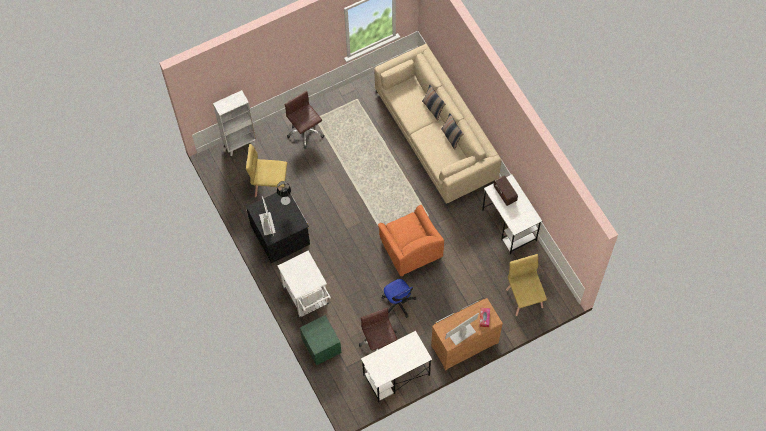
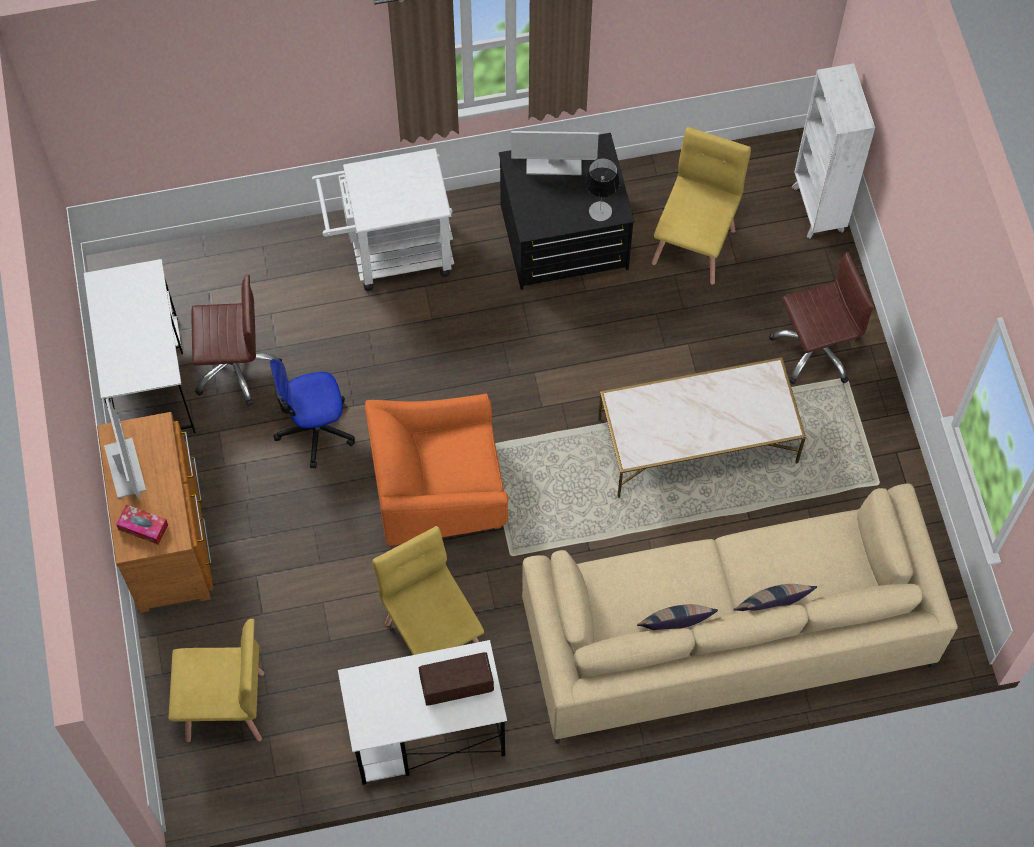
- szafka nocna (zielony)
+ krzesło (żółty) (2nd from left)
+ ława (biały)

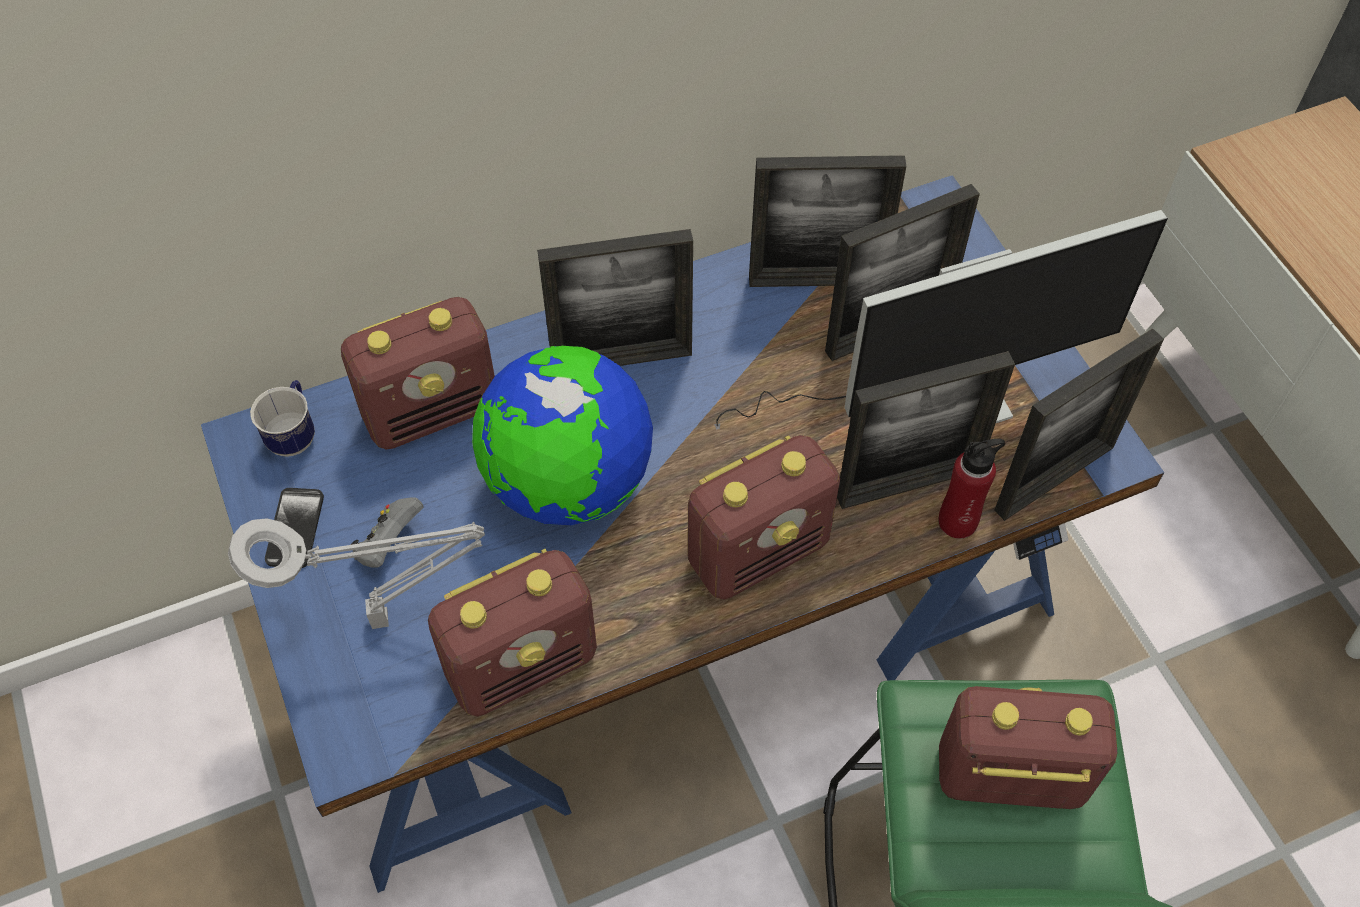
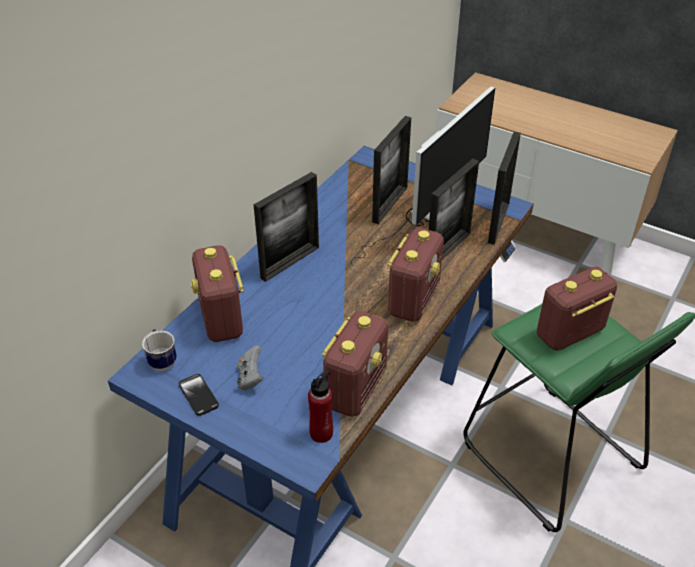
- lampa stołowa (szary)
- globus
- ramka na zdjęcie (2nd from left)
~ butelka (czerwony)
~ radio (1st from left) 135 degrees clockwise

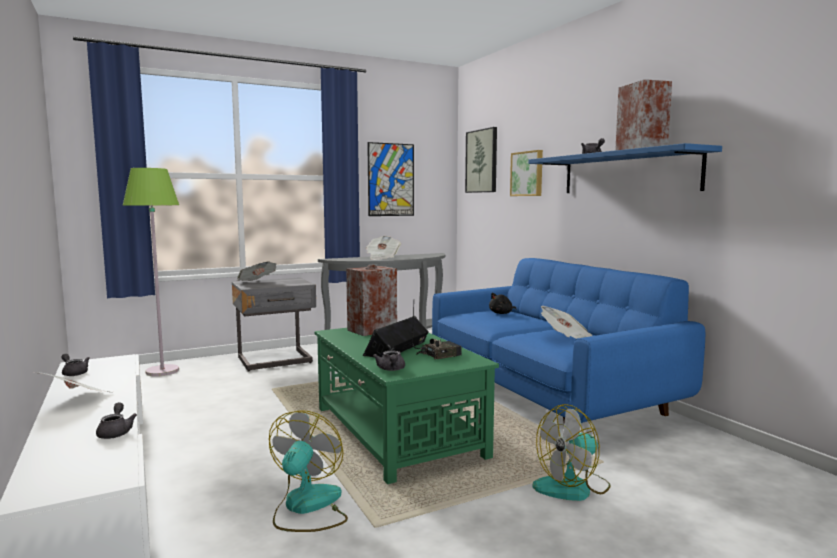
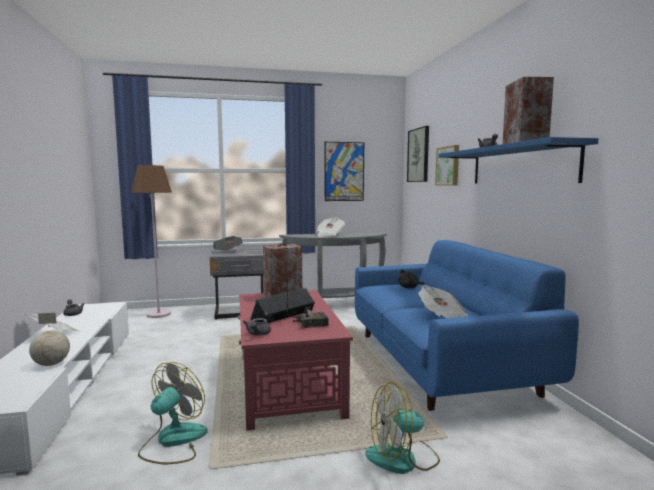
~ imbryk (szary) (2nd from left) to globus
~ lampa stojąca (zielony) to lampa stojąca (brązowy)
~ ława (zielony) to ława (czerwony)

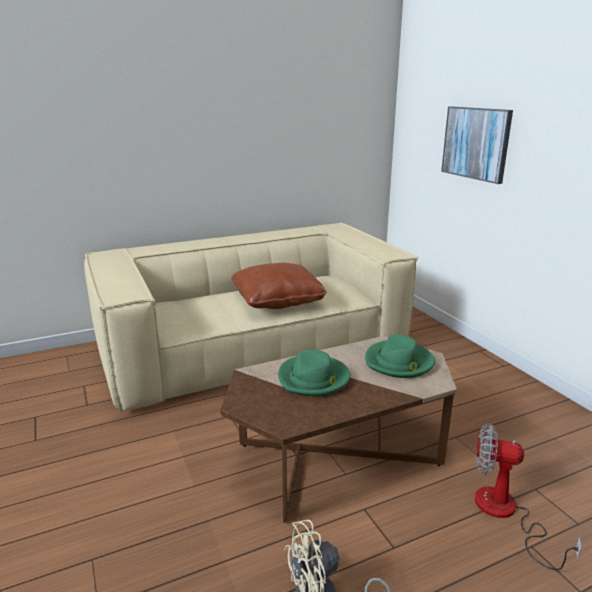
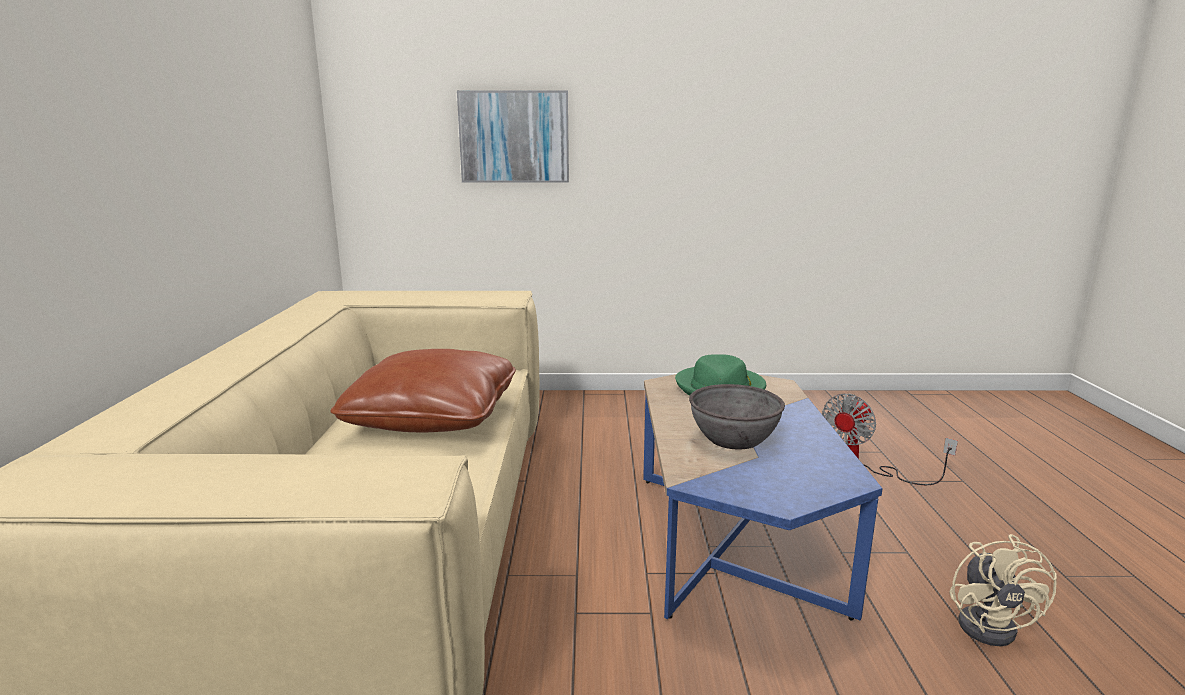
~ kapelusz (zielony) (1st from left) to miska (szary)
~ ława (brązowy) to ława (niebieski)

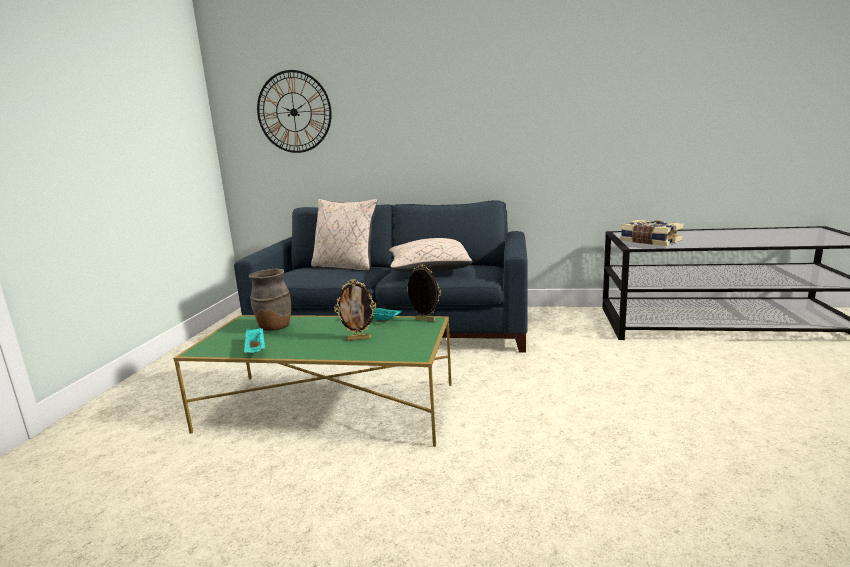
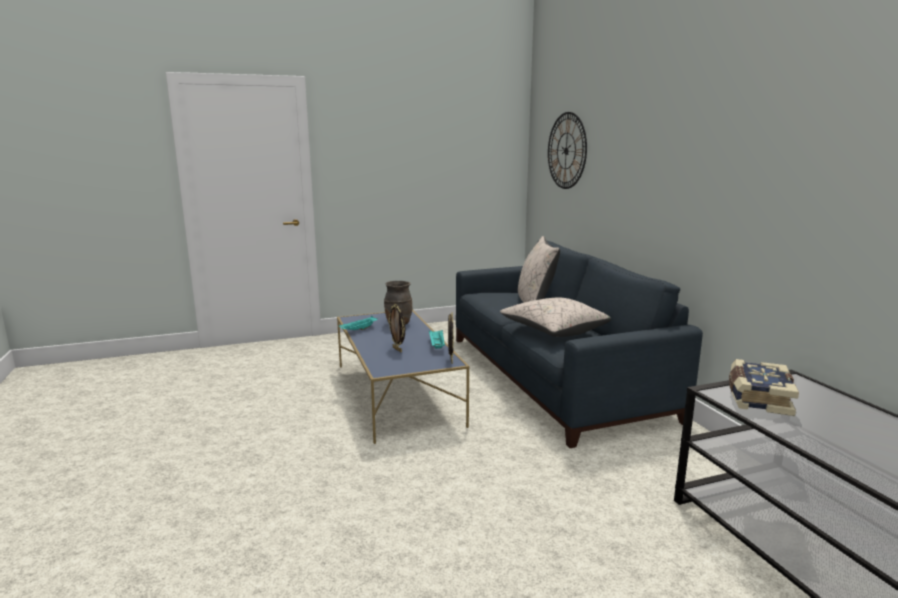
~ ława (zielony) to ława (niebieski)

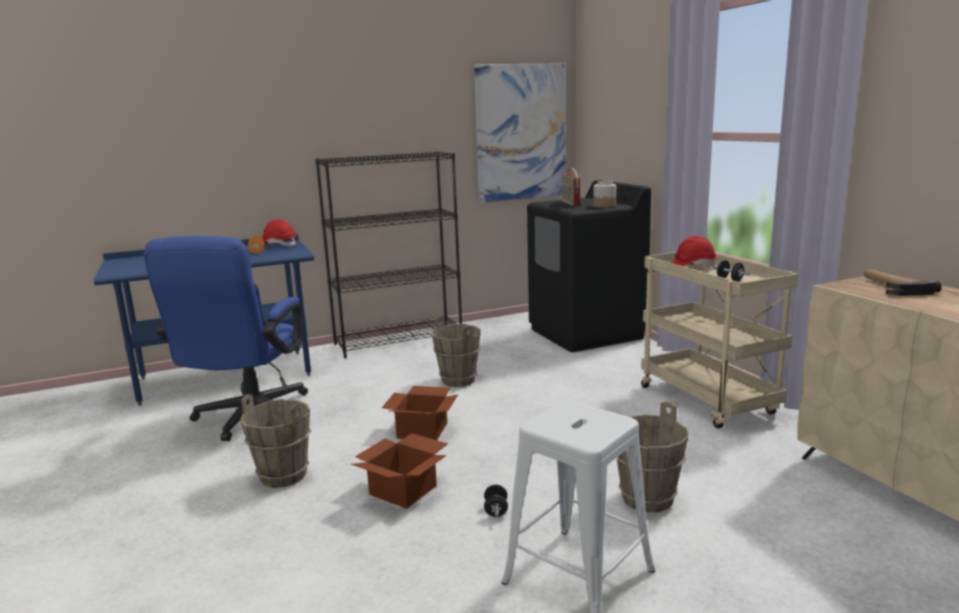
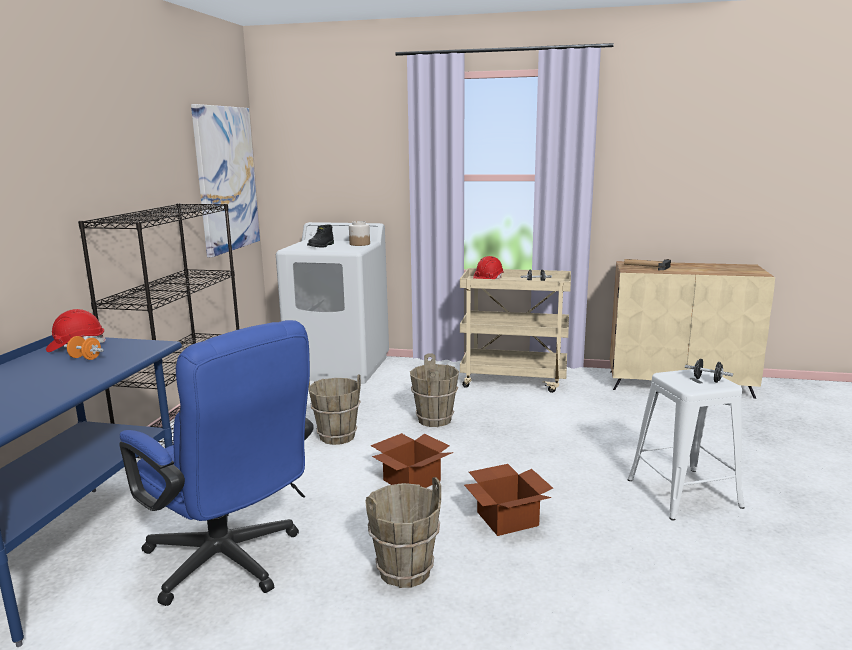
~ hantel (czarny) (1st from left in the first image) to hantel (czarny) (2nd from left)
~ wiadro (brązowy) (3rd from left)
~ radio to but z cholewką (czarny)
~ pralka (czarny) to pralka (biały)

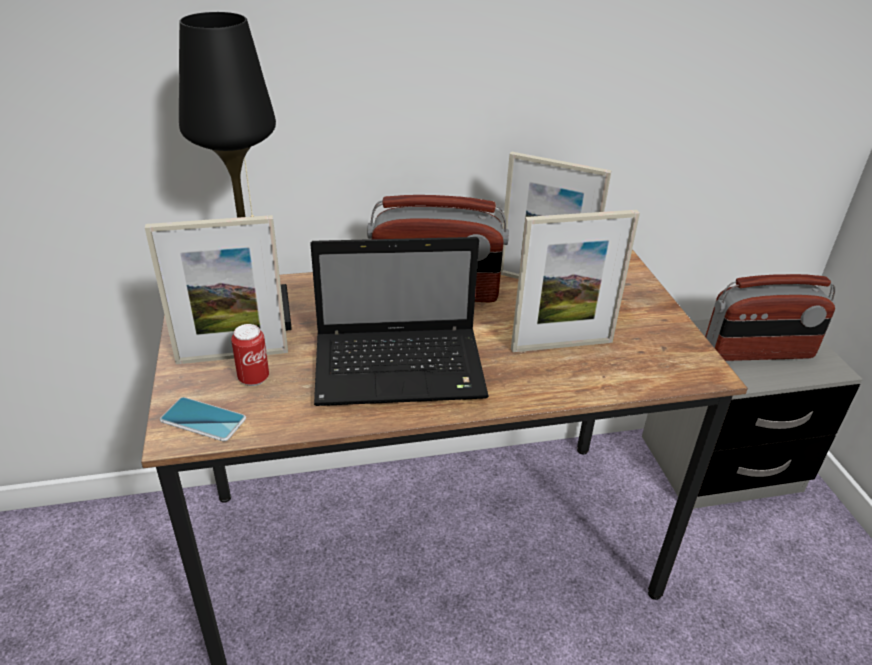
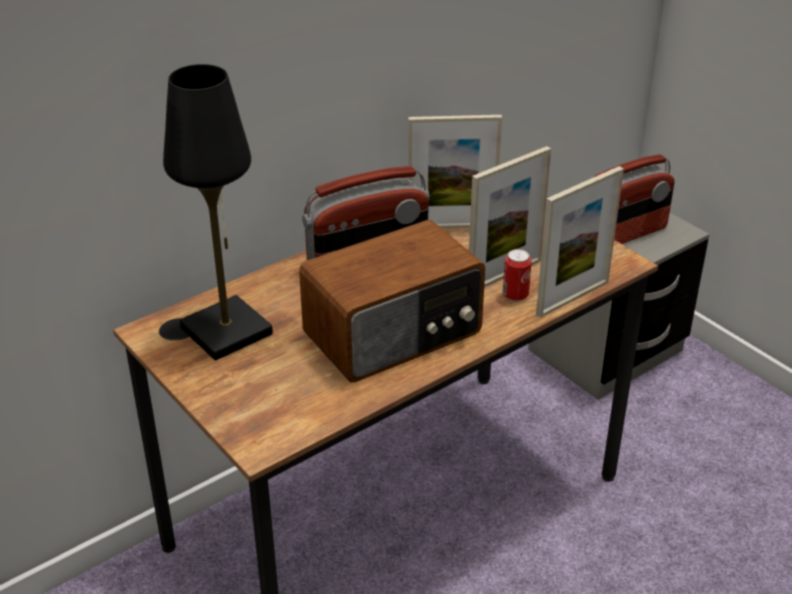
- telefon
~ ramka na zdjęcie (1st from left in the first image) to ramka na zdjęcie (3rd from left)
~ puszka
~ laptop to radio (2nd from left)

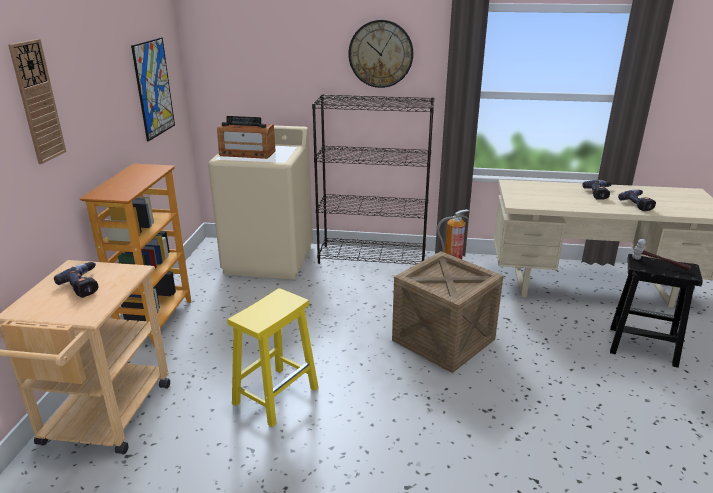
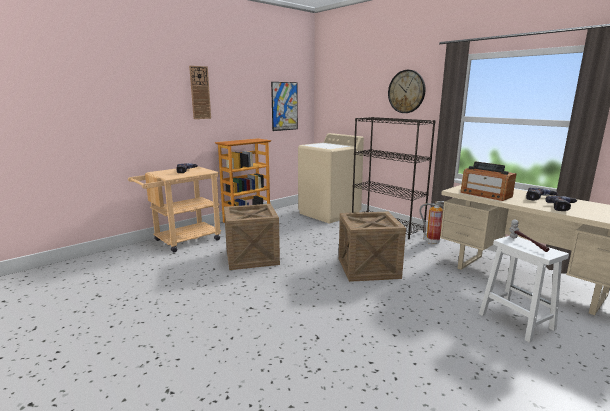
~ radio
~ stołek (żółty) to skrzynka (1st from left)
~ stołek (czarny) to stołek (biały)

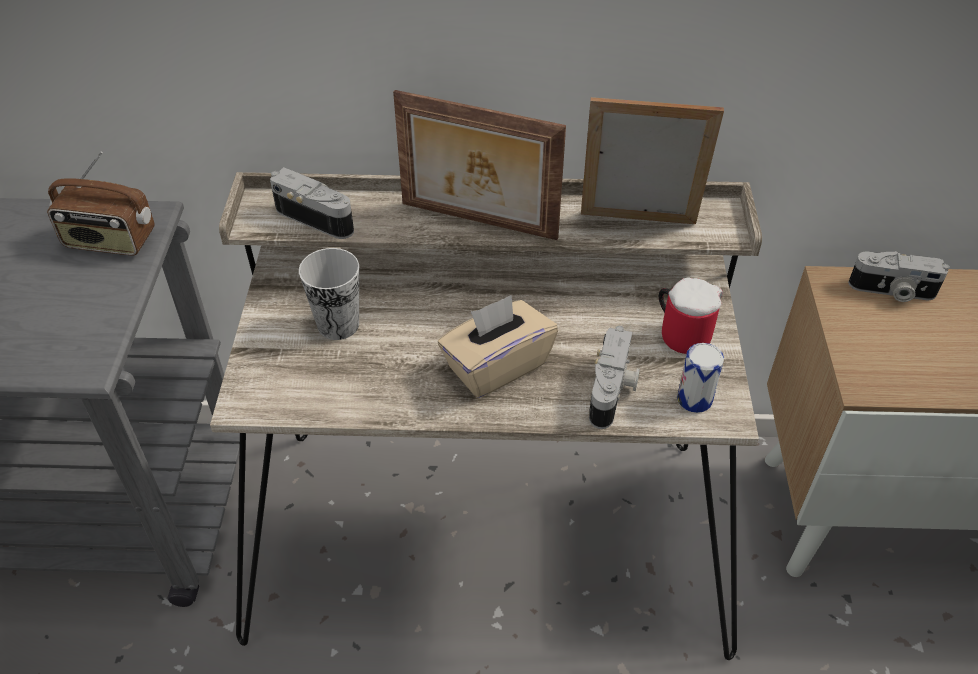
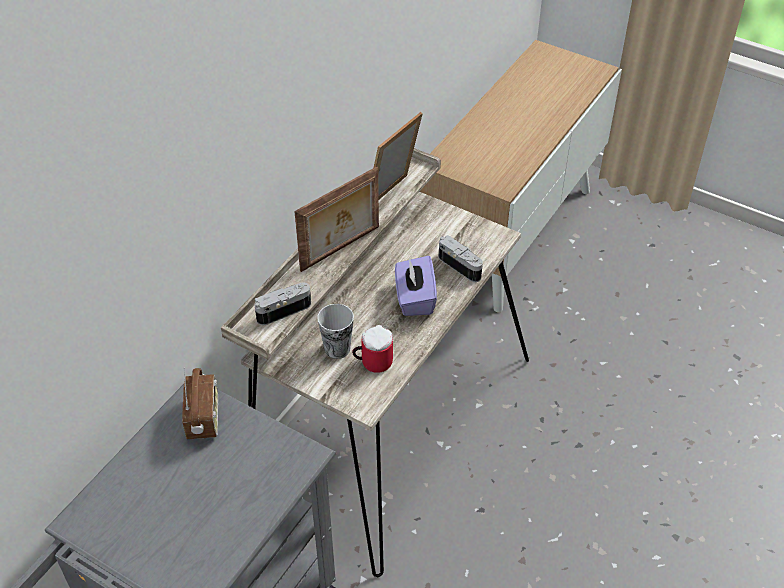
- puszka
- aparat fotograficzny (3rd from left)
~ kubek
~ pudełko chusteczek (beżowy) to pudełko chusteczek (fioletowy)
~ radio 45 degrees counterclockwise

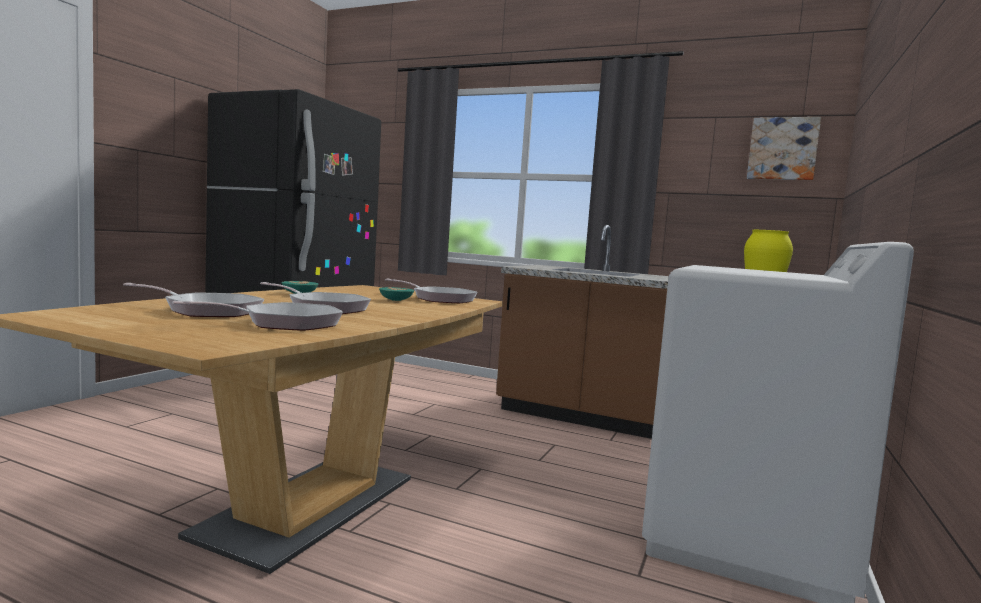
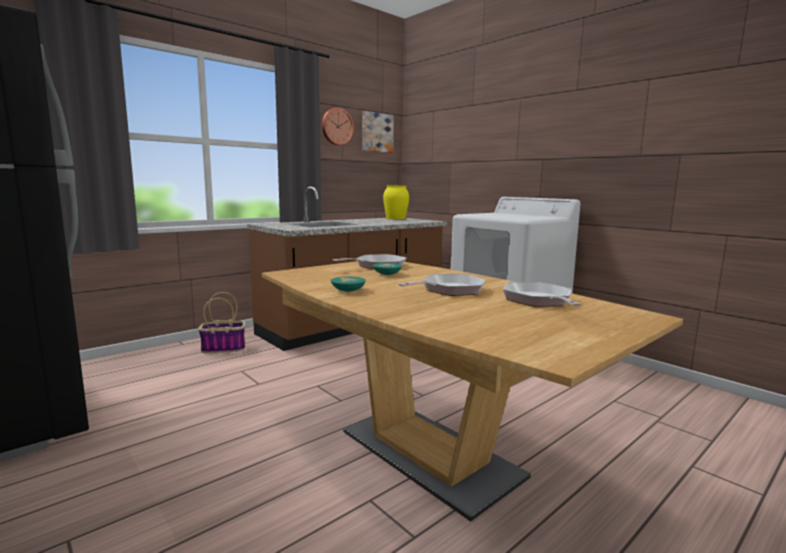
- patelnia (1st from left)
+ koszyk
+ zegar ścienny

